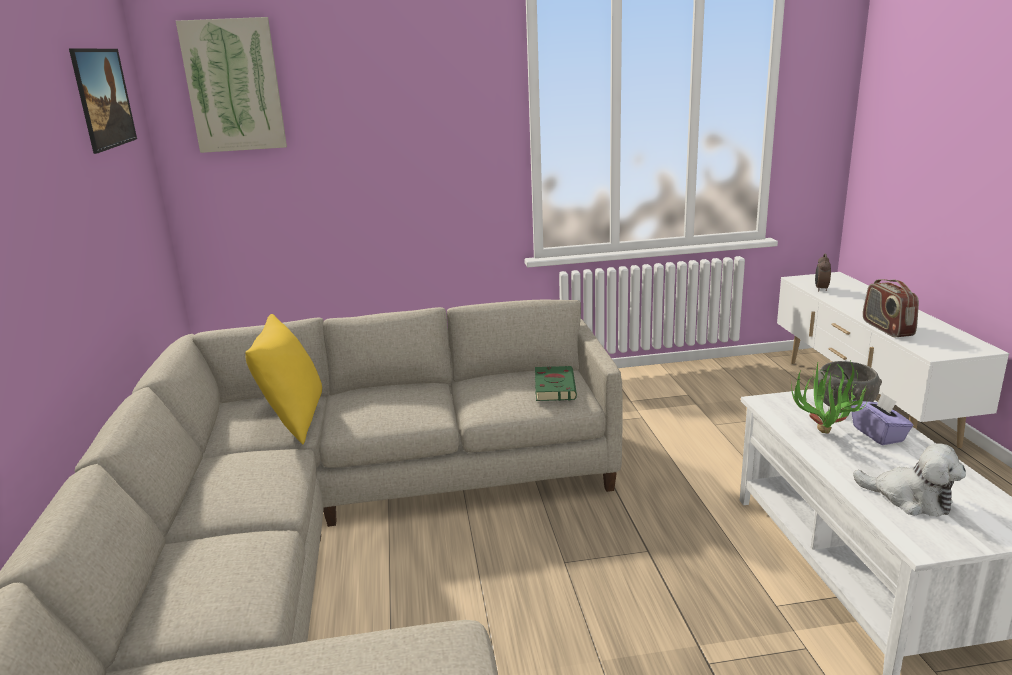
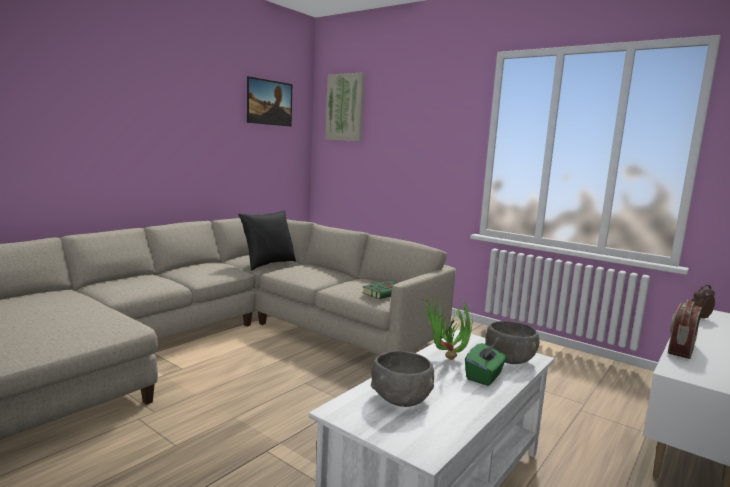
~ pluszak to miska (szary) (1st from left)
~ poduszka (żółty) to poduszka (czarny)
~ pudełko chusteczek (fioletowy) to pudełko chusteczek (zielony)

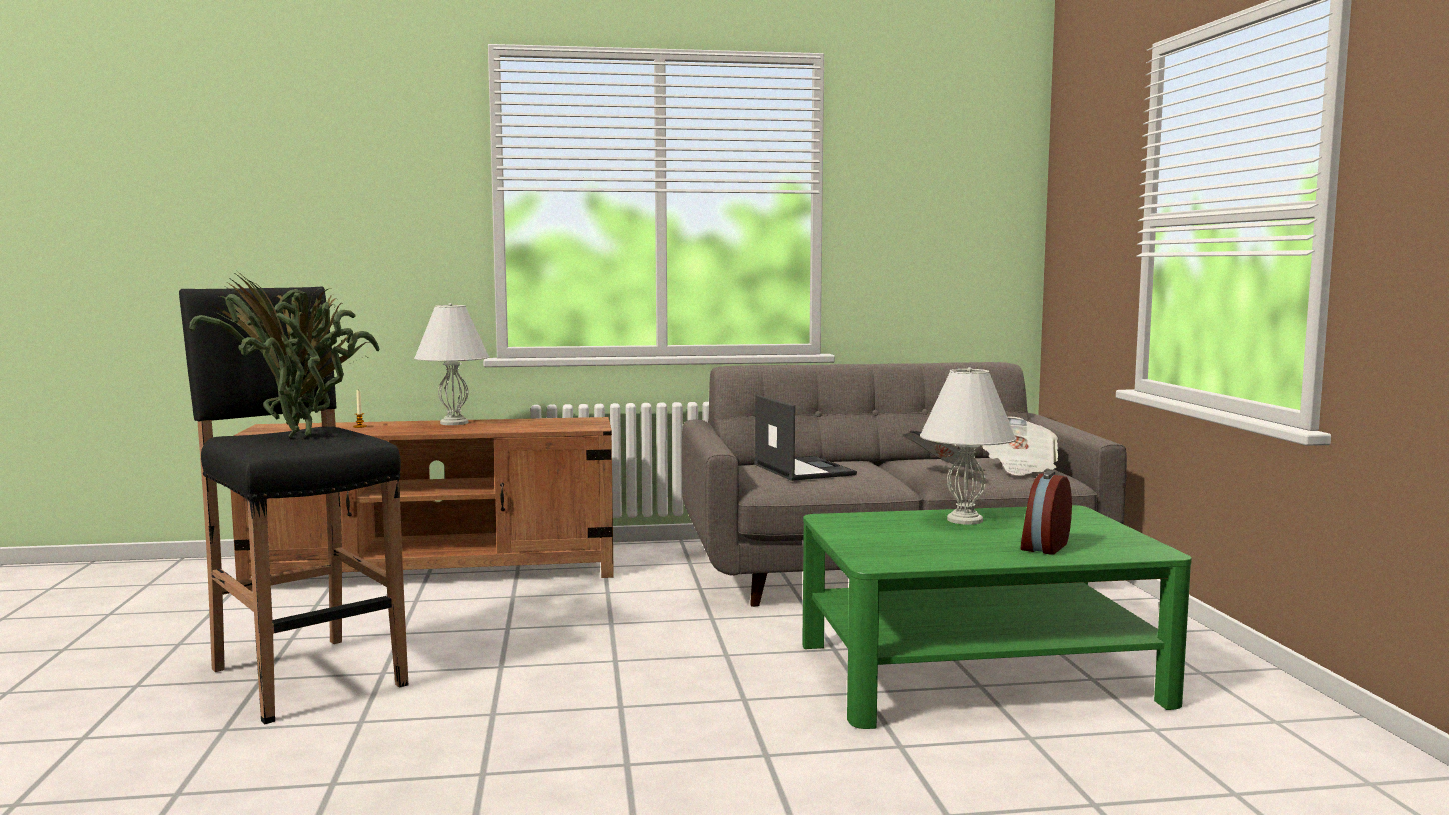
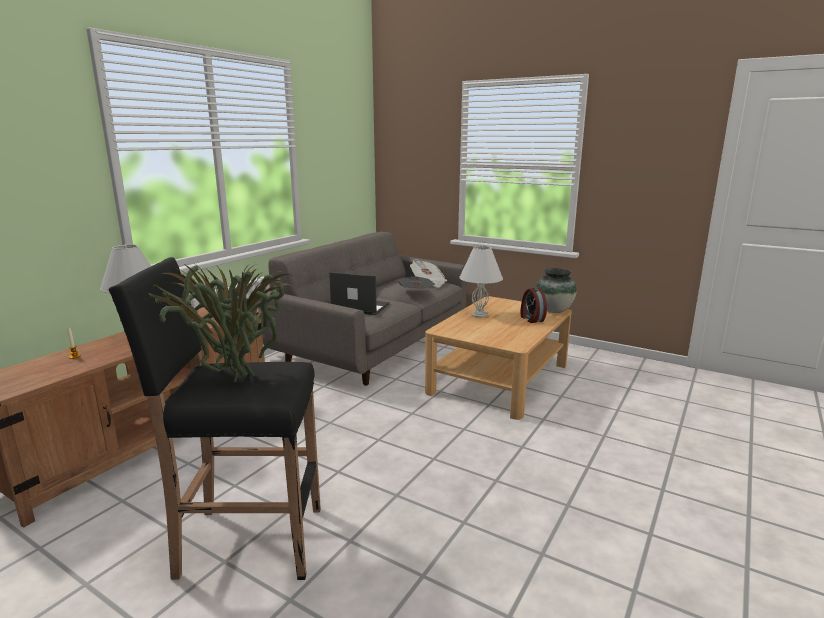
+ wazon
~ ława (zielony) to ława (beżowy)

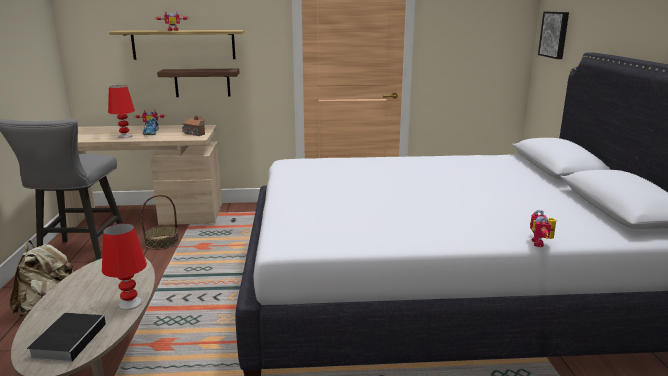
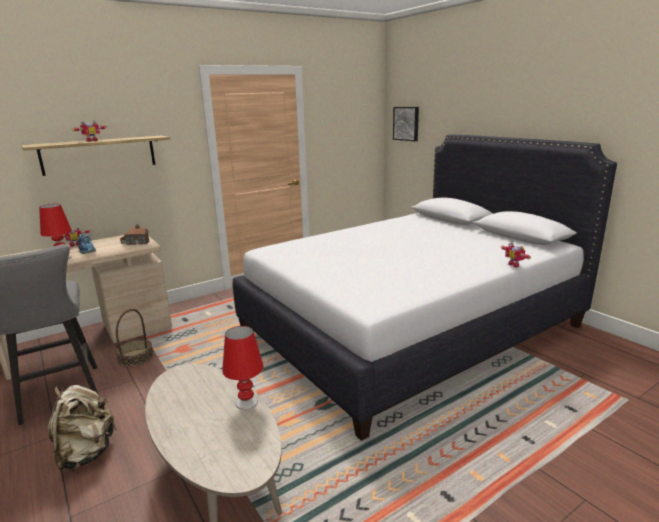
- książka
- półka (2nd from left)

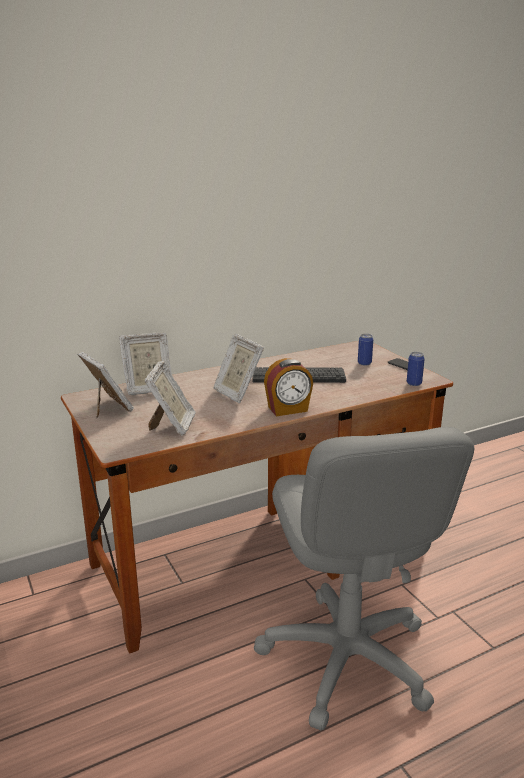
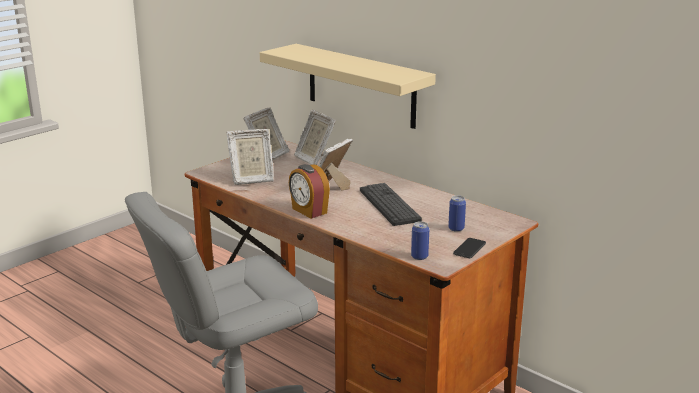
+ półka (beżowy)

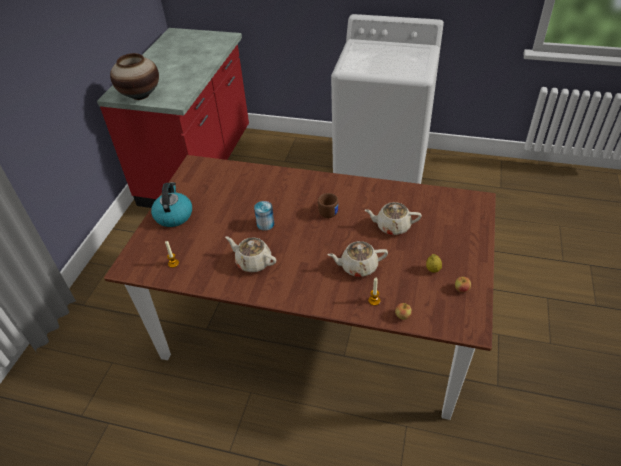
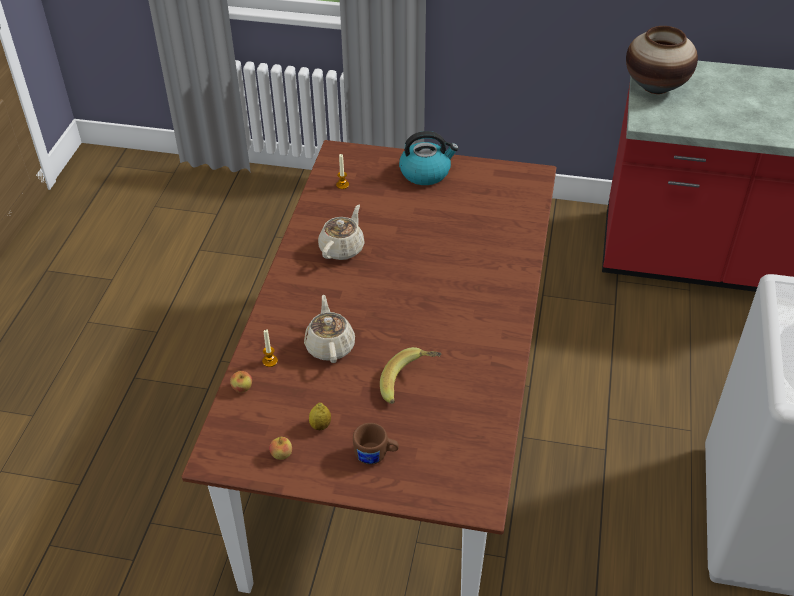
- puszka
~ kubek (brązowy)
~ imbryk (beżowy) (3rd from left) to banan

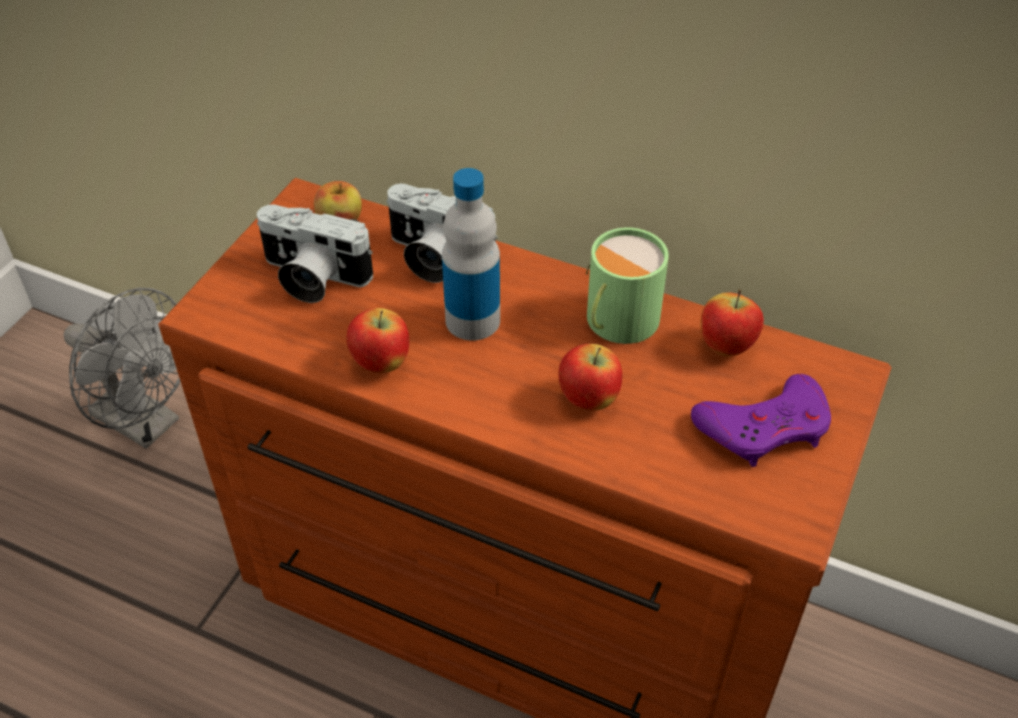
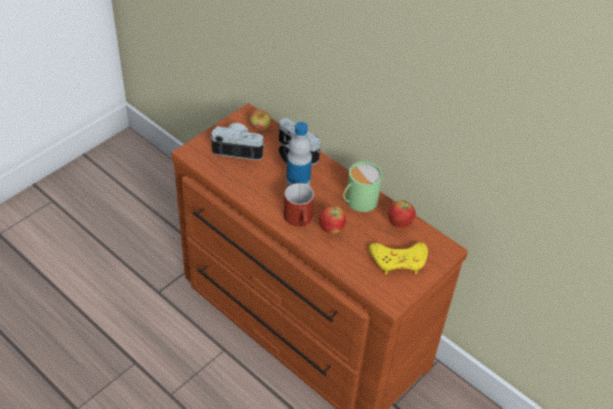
- wentylator (szary)
- jabłko (2nd from left)
+ kubek (czerwony)
~ pad do gier (fioletowy) to pad do gier (żółty)
~ aparat fotograficzny (1st from left) 150 degrees clockwise

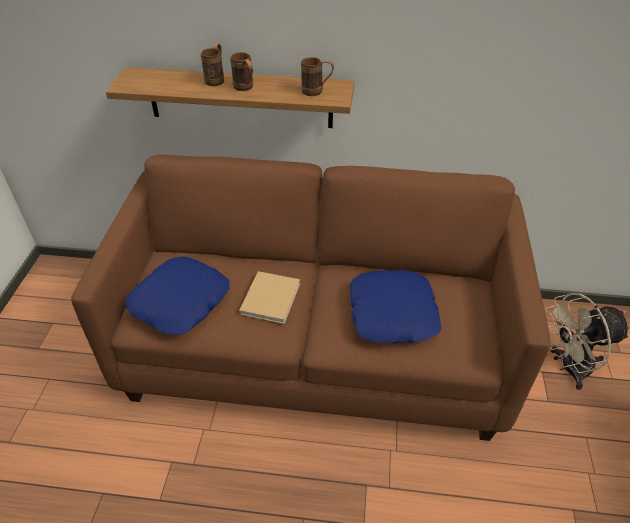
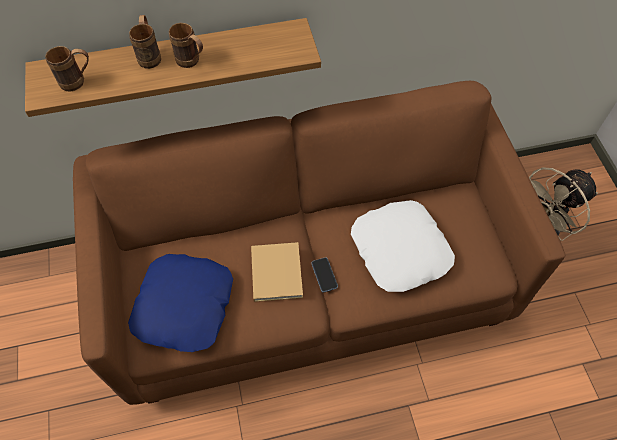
+ telefon
~ kubek (brązowy) (3rd from left in the first image) to kubek (brązowy) (1st from left)
~ poduszka (niebieski) (2nd from left) to poduszka (biały)

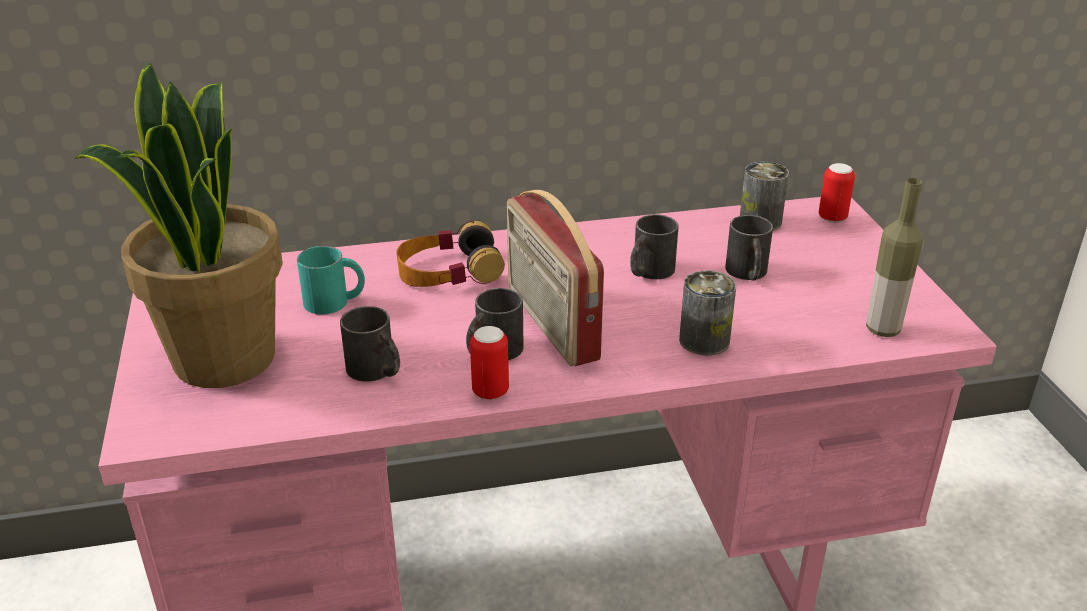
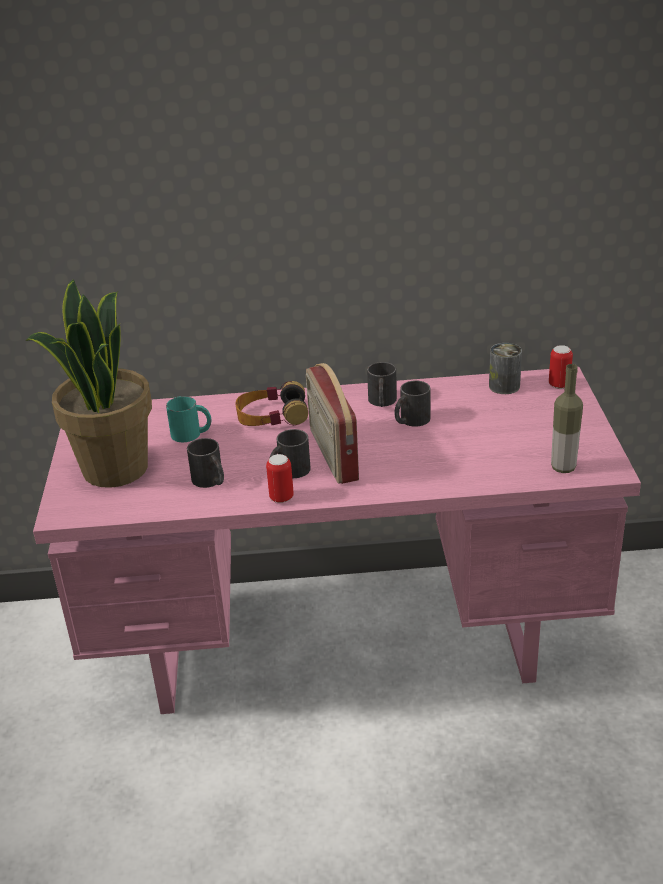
- puszka (2nd from left)
~ kubek (czarny) (4th from left in the first image) to kubek (czarny) (3rd from left)

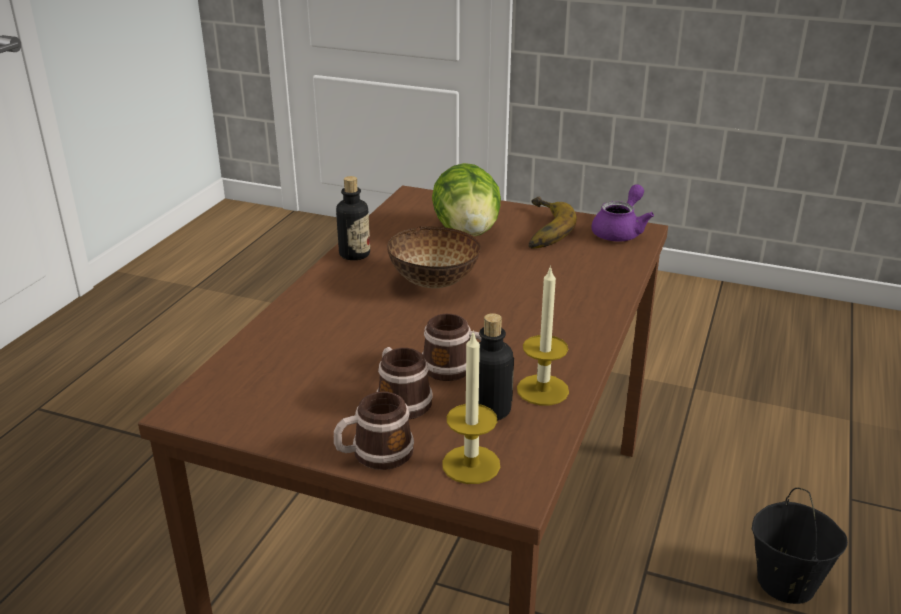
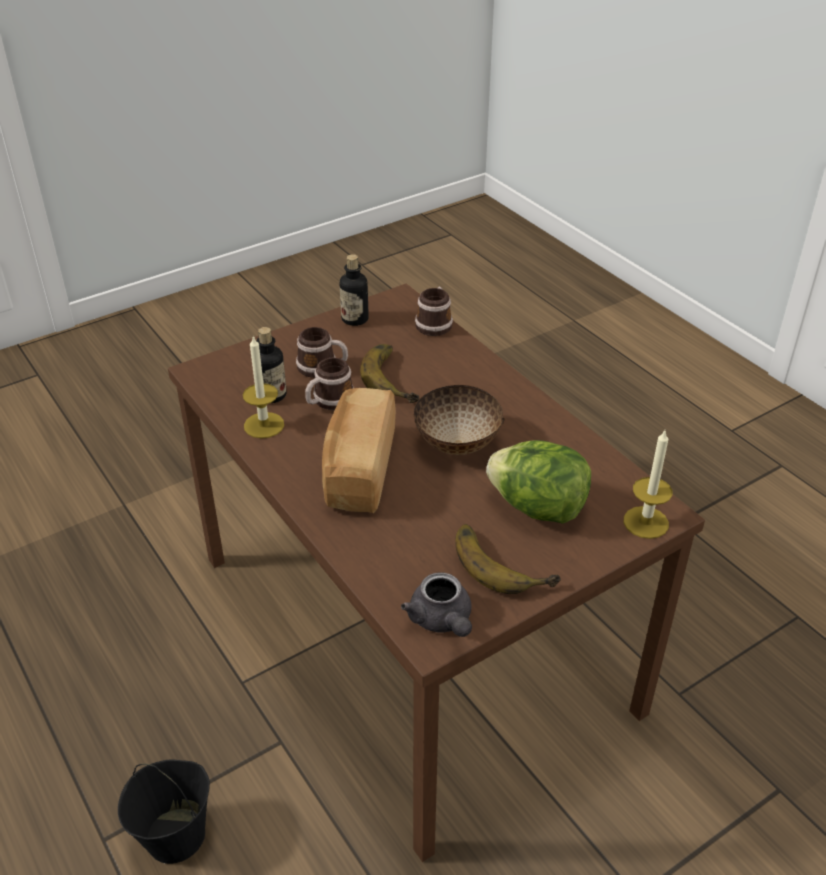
+ chleb
+ banan (1st from left)
~ kubek (1st from left in the first image) to kubek (3rd from left)
~ butelka (1st from left in the first image) to butelka (2nd from left)
~ świeca (1st from left in the first image) to świeca (2nd from left)
~ imbryk (fioletowy) to imbryk (szary)

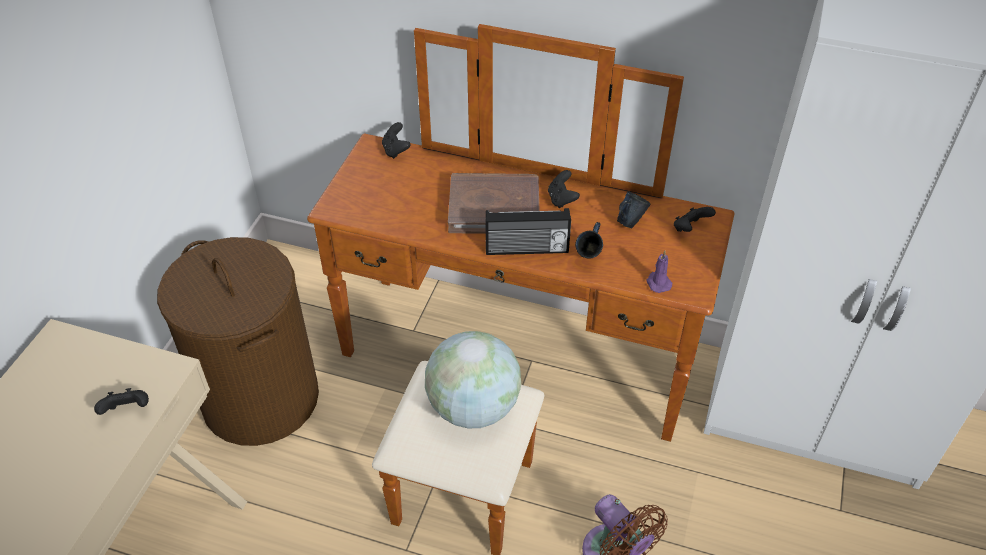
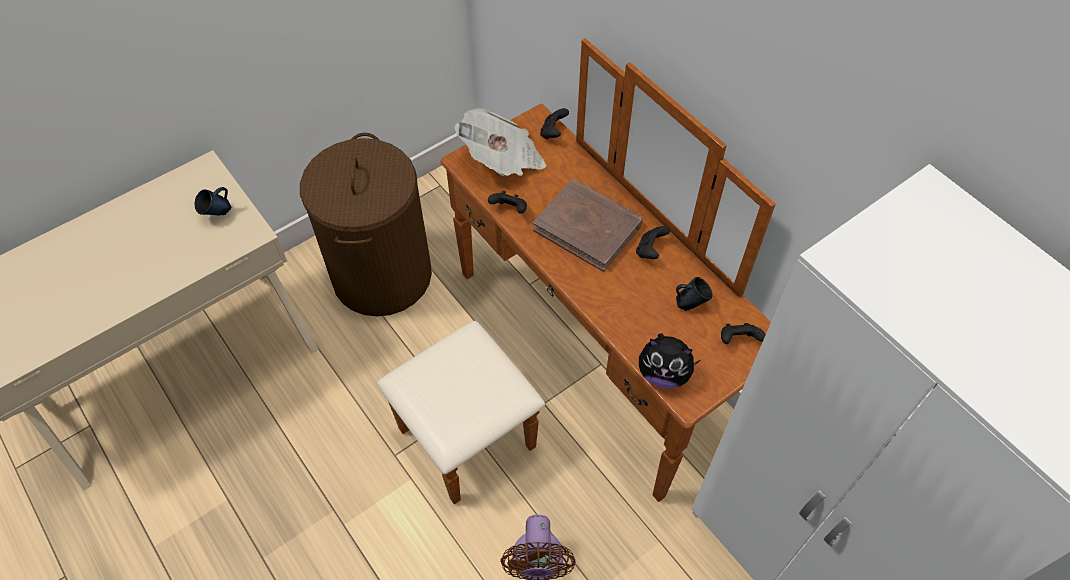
- globus
- radio
+ gazeta
~ pad do gier (czarny) (1st from left)
~ kubek (niebieski) (1st from left)
~ świeca (fioletowy) to pluszak

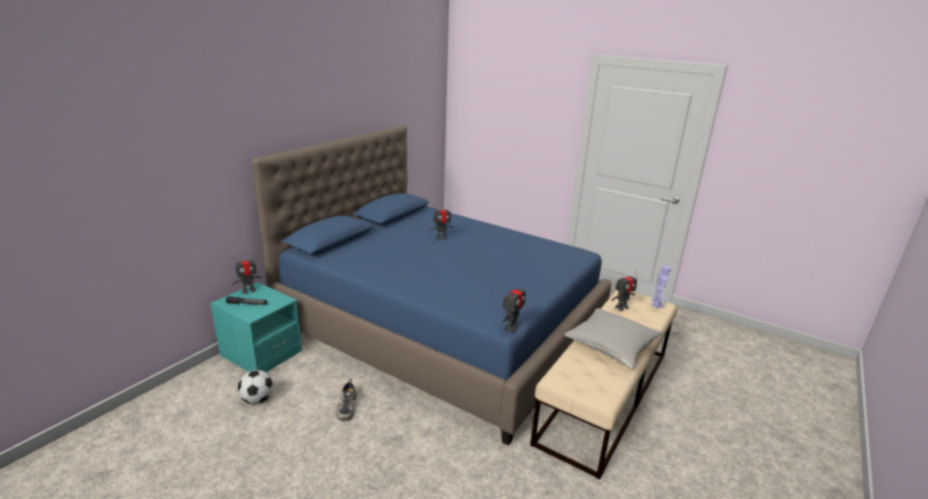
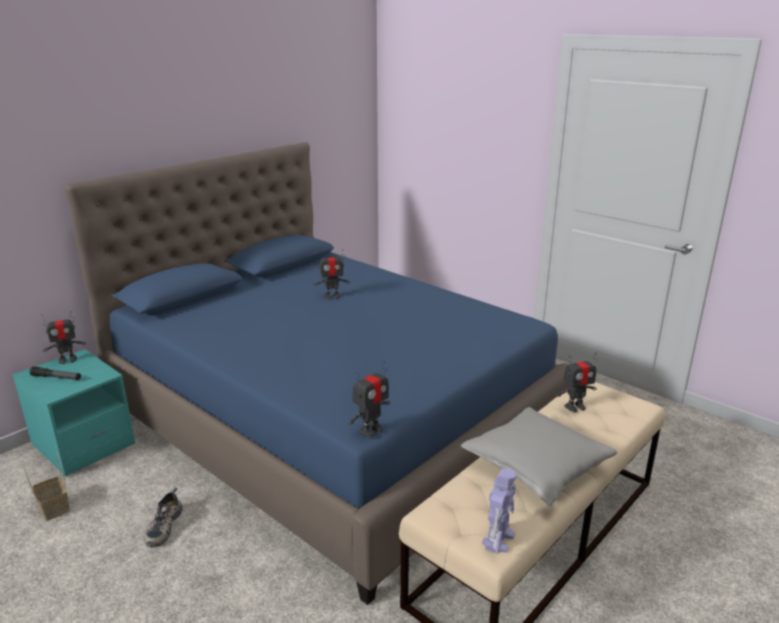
~ robot zabawkowy (5th from left in the first image) to robot zabawkowy (4th from left)
~ piłka futbolowa to koszyk

